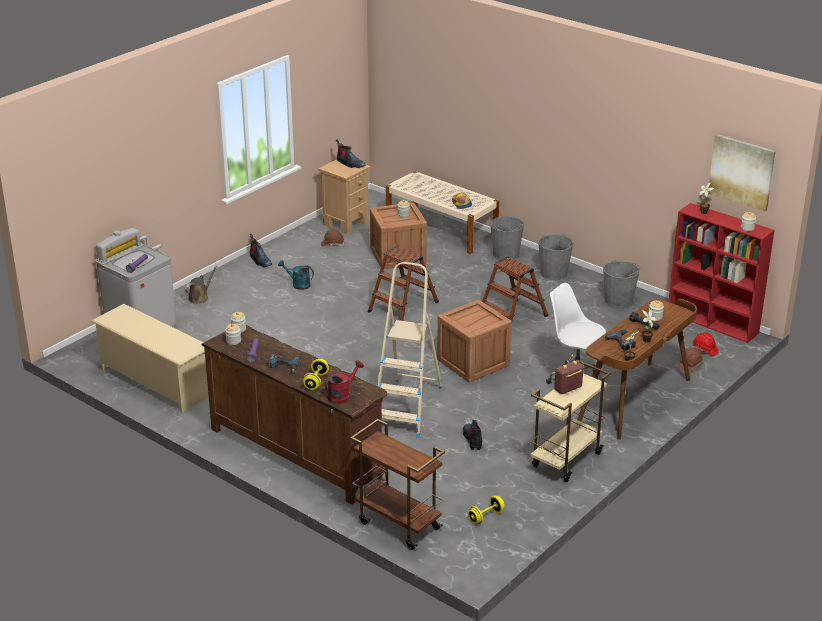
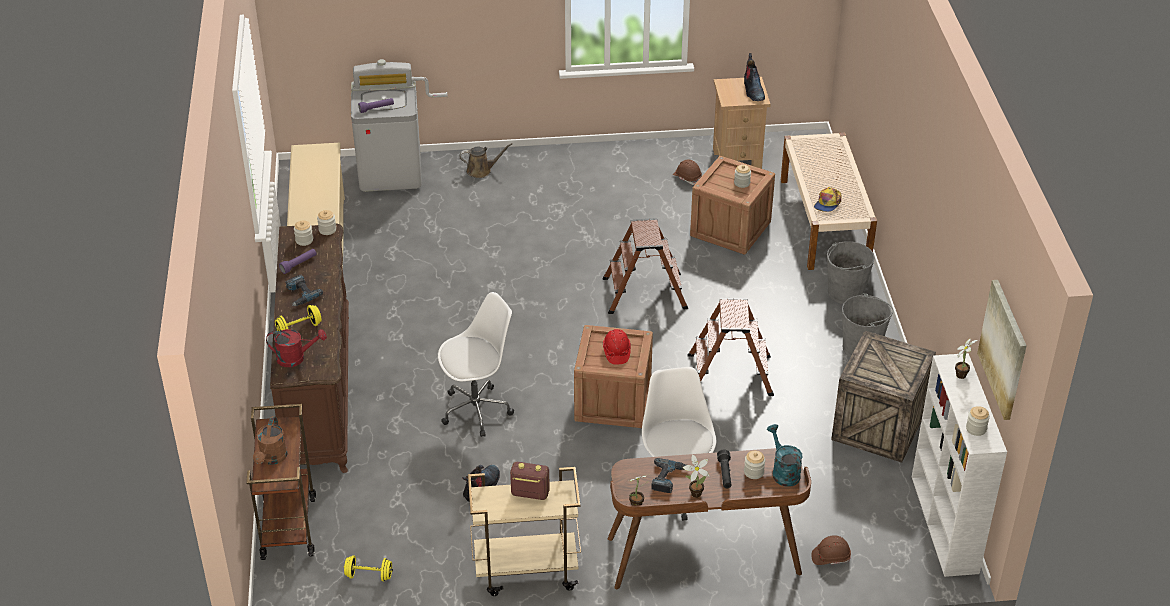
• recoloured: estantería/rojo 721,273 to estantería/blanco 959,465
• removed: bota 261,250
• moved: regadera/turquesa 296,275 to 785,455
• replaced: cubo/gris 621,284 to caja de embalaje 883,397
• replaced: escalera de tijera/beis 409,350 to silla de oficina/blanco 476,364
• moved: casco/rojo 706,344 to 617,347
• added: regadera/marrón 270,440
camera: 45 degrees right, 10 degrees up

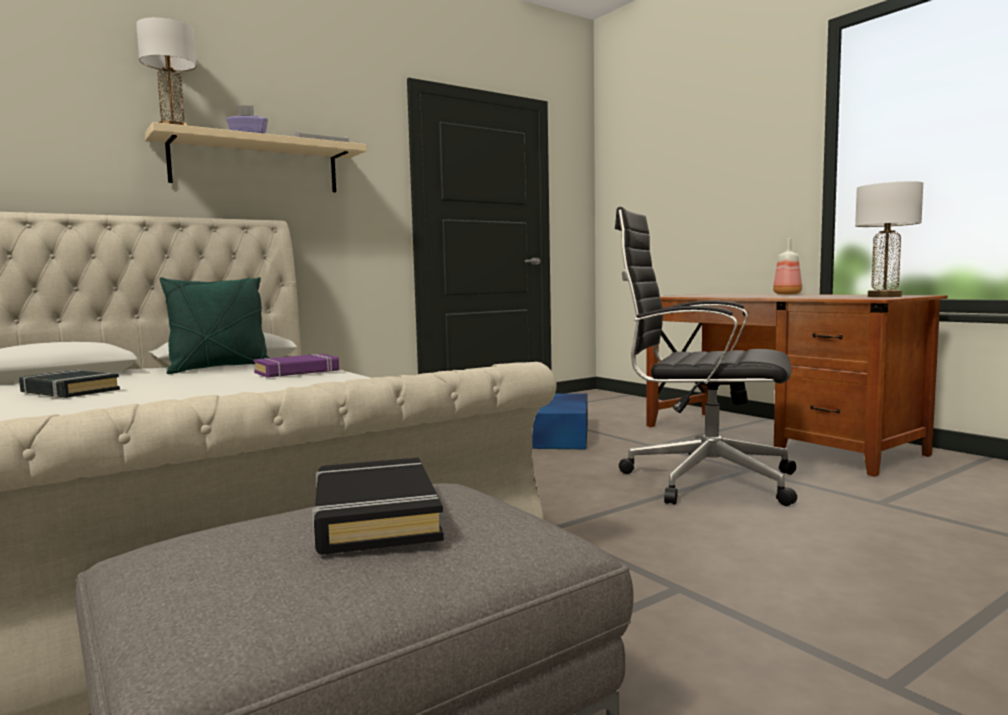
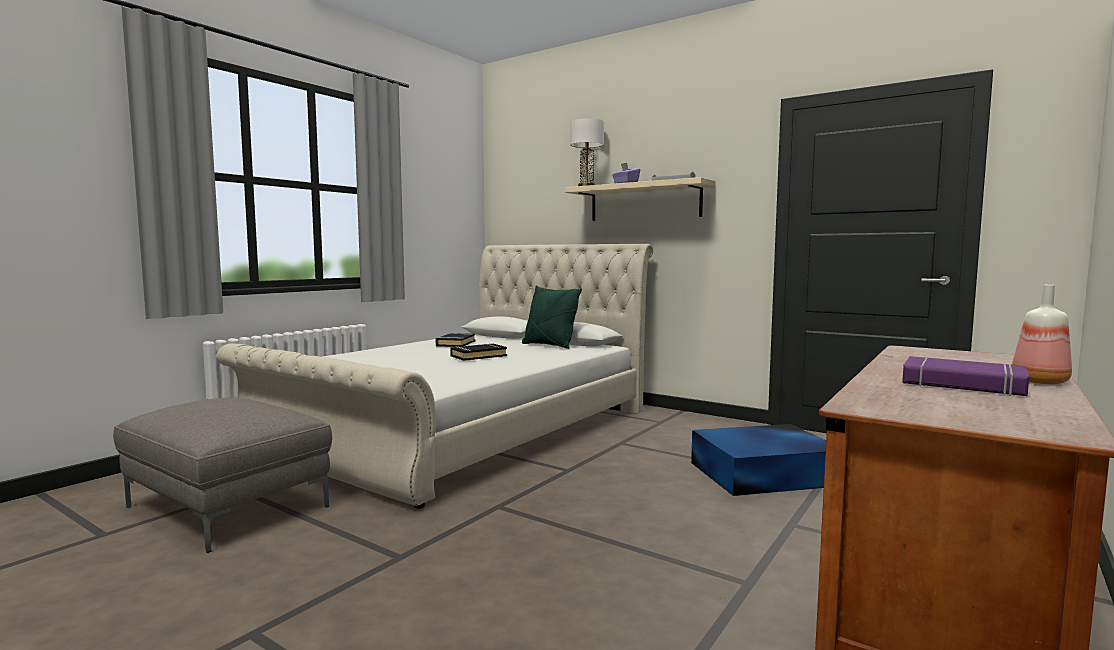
• removed: lámpara de mesa 889,239
• removed: silla de oficina/negro 706,356
• moved: libro/morado 296,366 to 965,376
• moved: libro/negro 378,506 to 478,352
camera: 70 degrees right, 0 degrees up

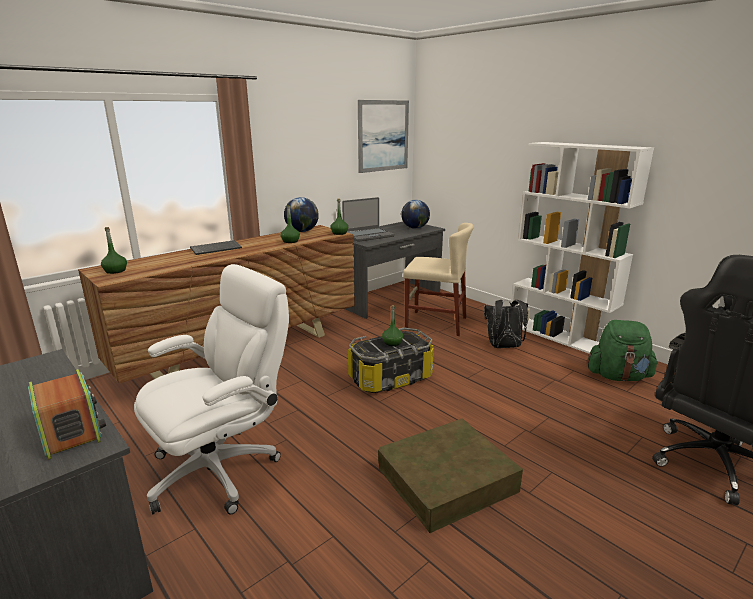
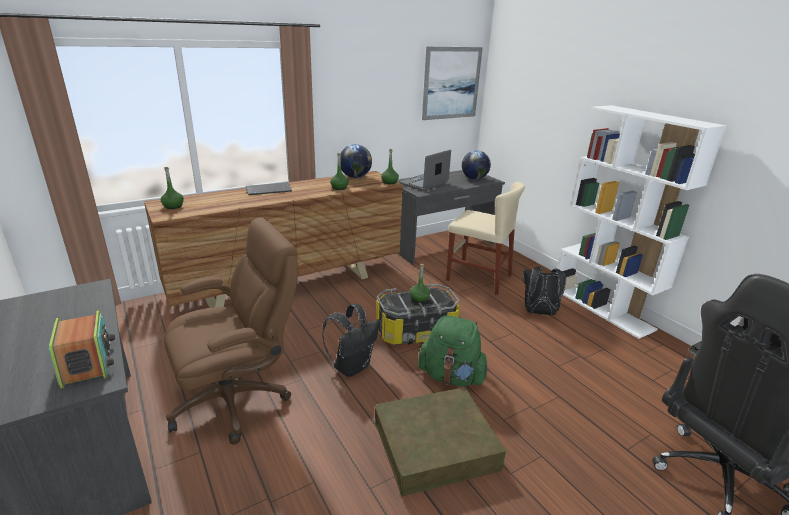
• turned: portátil 368,219 = 425,170 150 degrees clockwise
• recoloured: silla de oficina/blanco 211,389 to silla de oficina/marrón 231,331
• moved: mochila/verde 622,350 to 453,350
• added: mochila/negro 351,340
camera: 10 degrees right, 5 degrees up

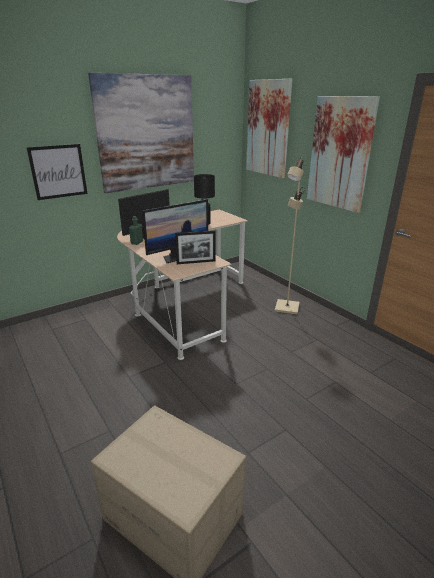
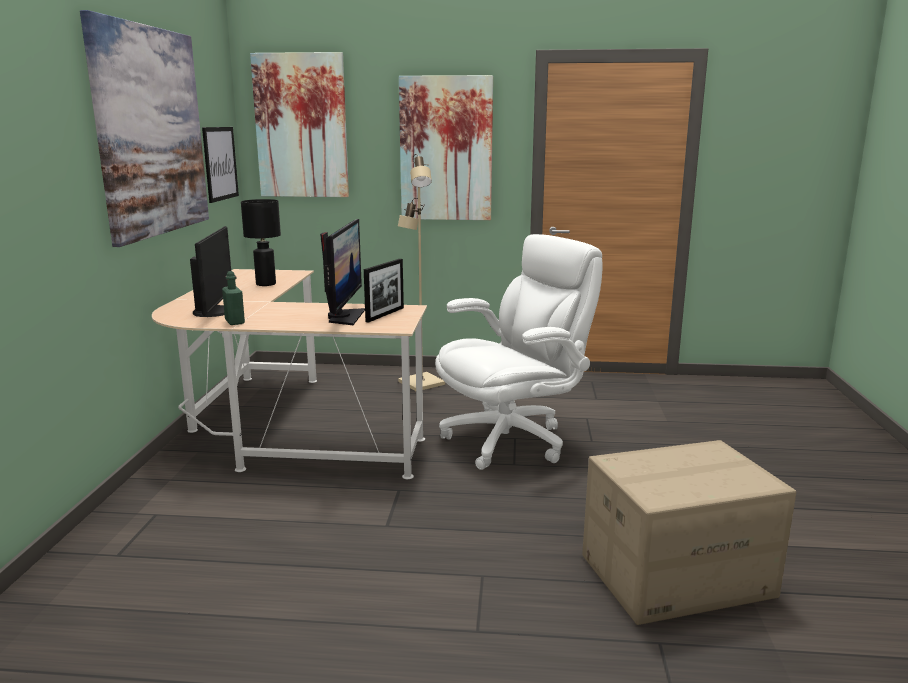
• moved: cuadro 56,172 to 220,165
• added: silla de oficina/blanco 518,352
camera: 50 degrees left, 10 degrees down

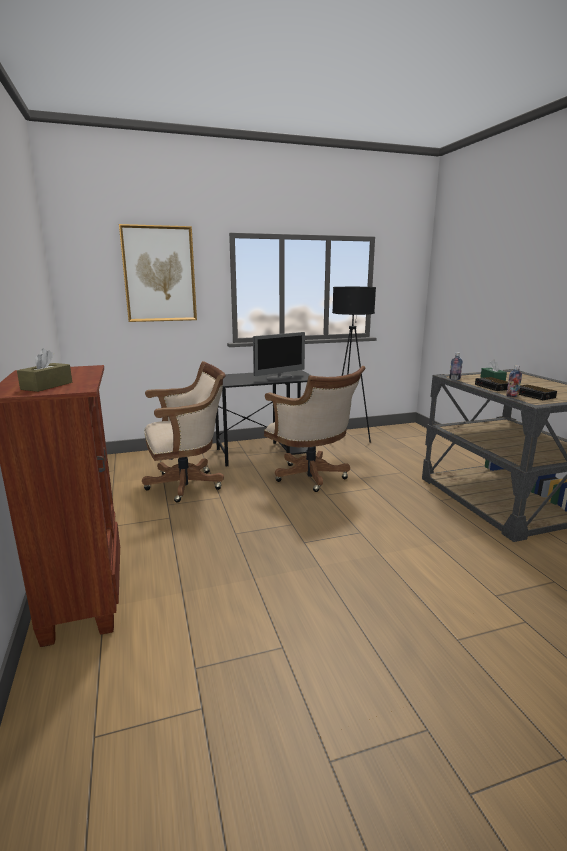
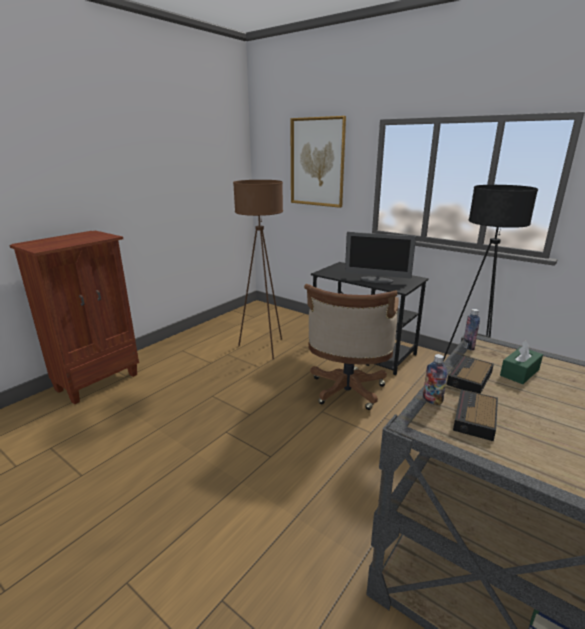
• removed: caja de pañuelos/marrón 44,370
• replaced: silla de oficina 184,431 to lámpara de pie/marrón 258,269
camera: 55 degrees right, 5 degrees up

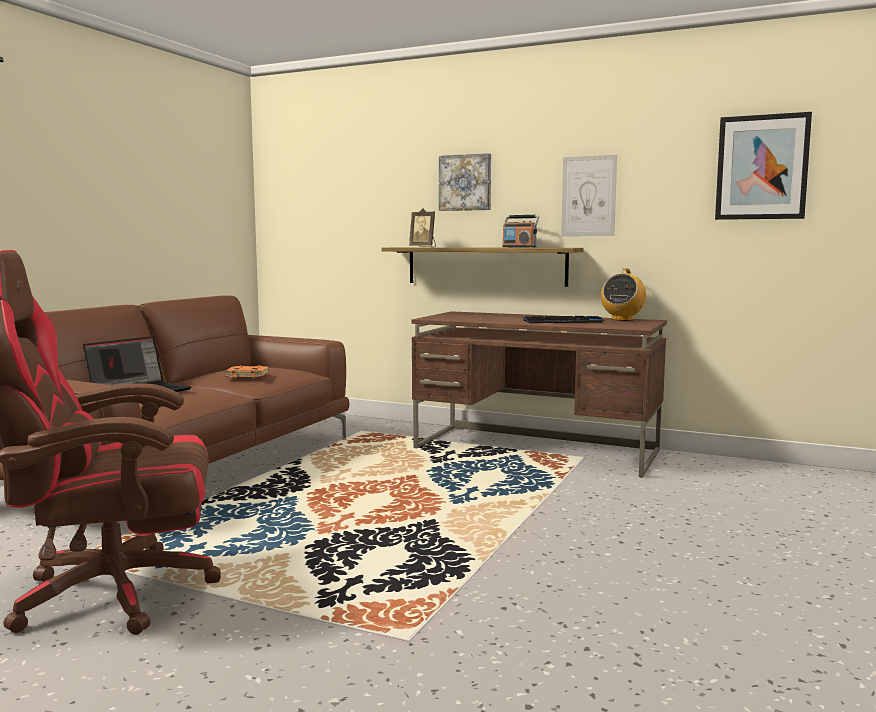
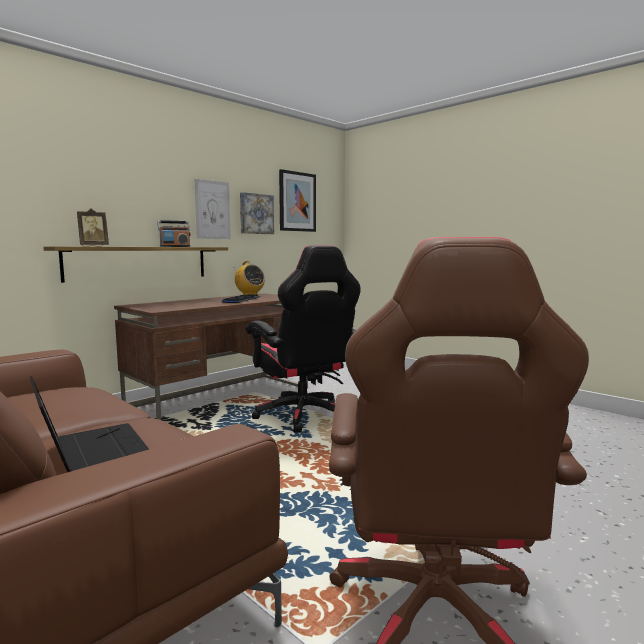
• moved: cuadro 465,182 to 257,213
• removed: libro/naranja 246,371
• added: silla de oficina/negro 303,339
camera: 70 degrees left, 0 degrees up

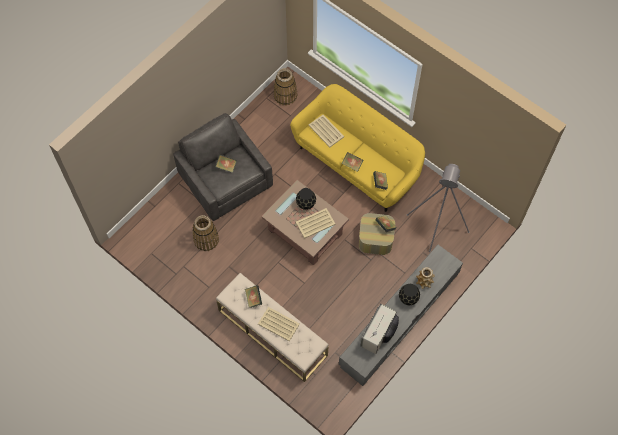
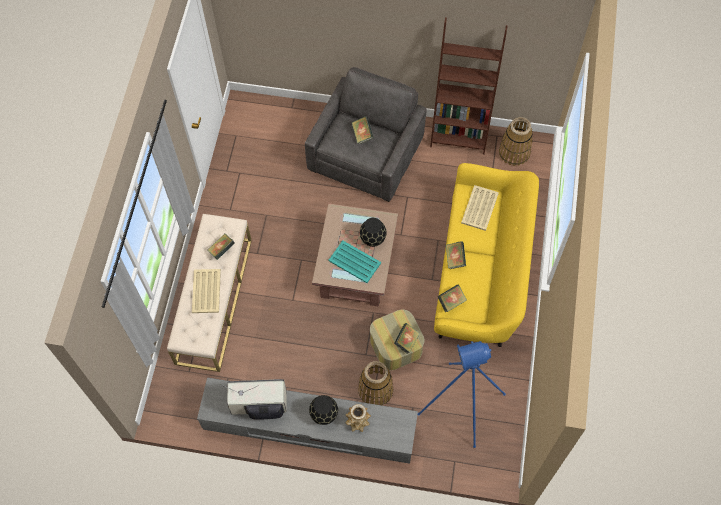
• recoloured: lámpara de pie/gris 438,208 to lámpara de pie/azul 462,394
• recoloured: bandeja/beis 315,223 to bandeja/turquesa 354,261
• moved: cesta 205,233 to 376,383
• added: estantería/marrón 469,86
camera: 60 degrees right, 0 degrees up

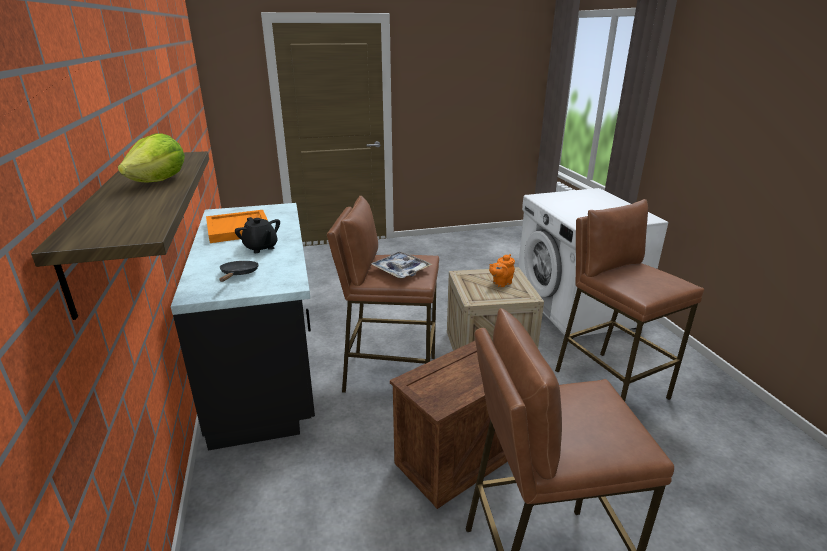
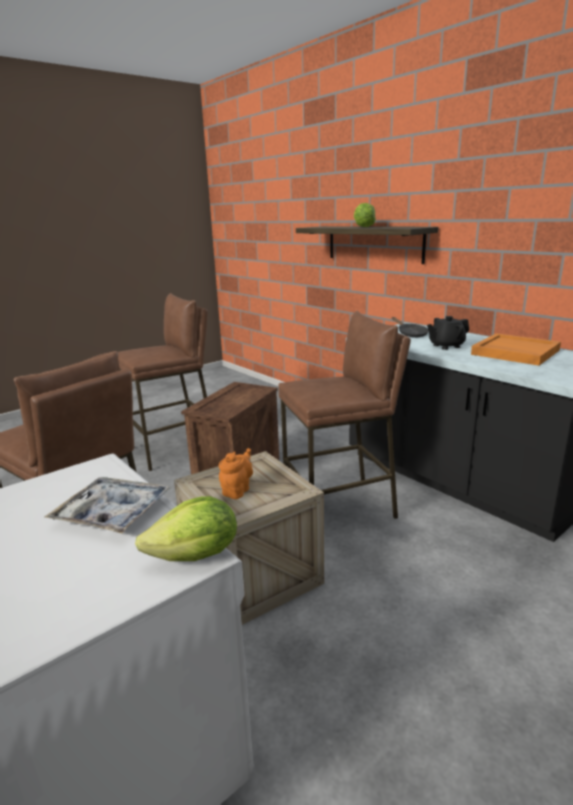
• turned: tetera/negro 257,235 = 448,333 45 degrees counterclockwise
• moved: bandeja 402,265 to 108,505
• added: lechuga 186,528
camera: 155 degrees right, 5 degrees down

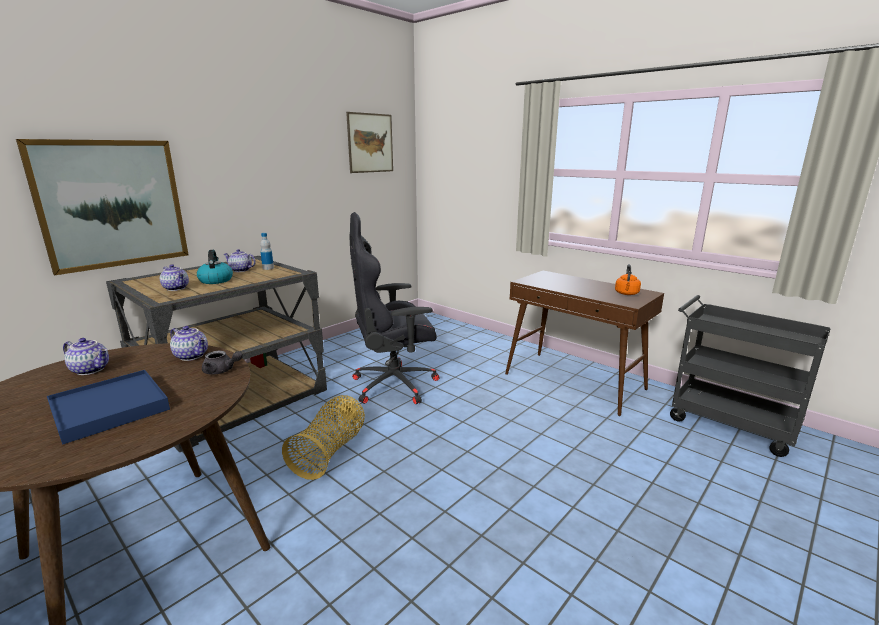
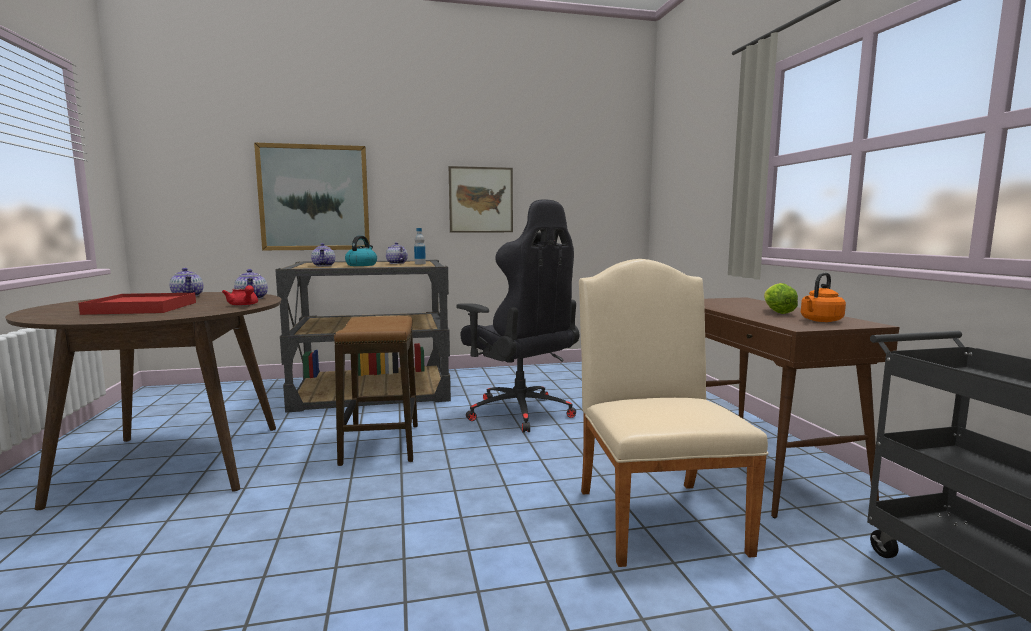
• moved: cuadro 369,142 to 481,199
• turned: silla de oficina/negro 395,308 = 518,316 150 degrees counterclockwise
• recoloured: tetera/gris 222,363 to tetera/rojo 240,295
• recoloured: bandeja/azul 108,407 to bandeja/rojo 137,304
• replaced: cesta 323,437 to taburete 376,391
• added: silla/beis 673,413
• added: lechuga 781,298
camera: 35 degrees right, 10 degrees down

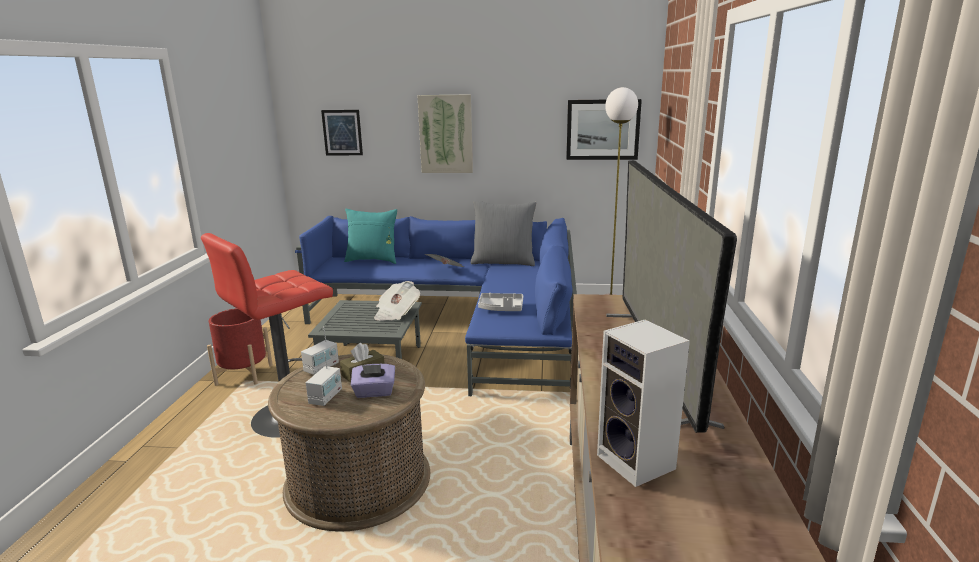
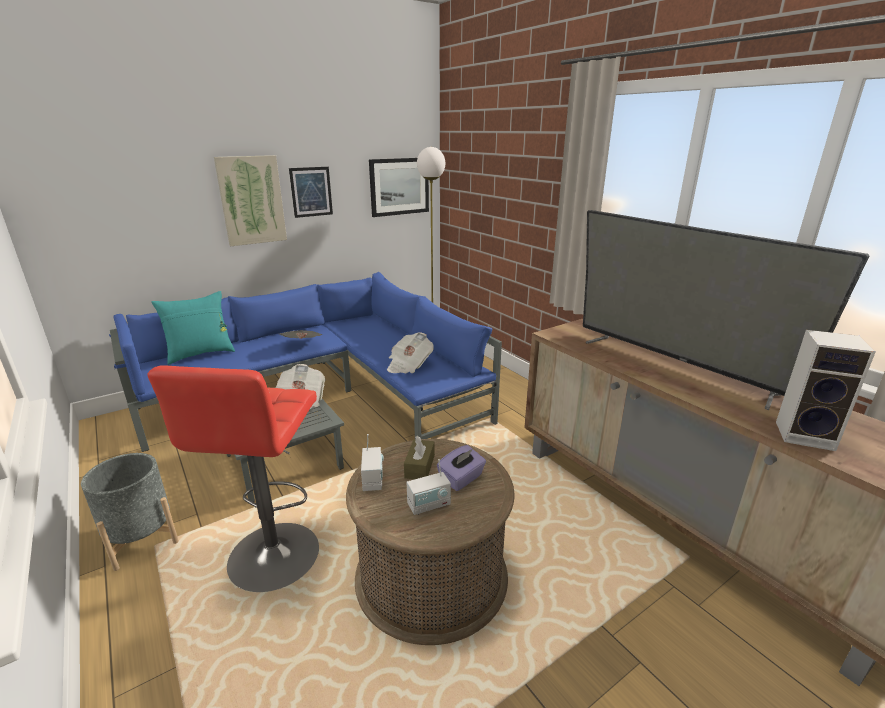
• moved: cuadro 342,132 to 311,192
• removed: cojín/gris 503,233
• replaced: bandeja/gris 500,302 to periódico 410,352
• recoloured: maceta/rojo 240,347 to maceta/gris 130,512
• turned: radio 324,379 = 429,487 90 degrees clockwise
camera: 40 degrees left, 5 degrees up

